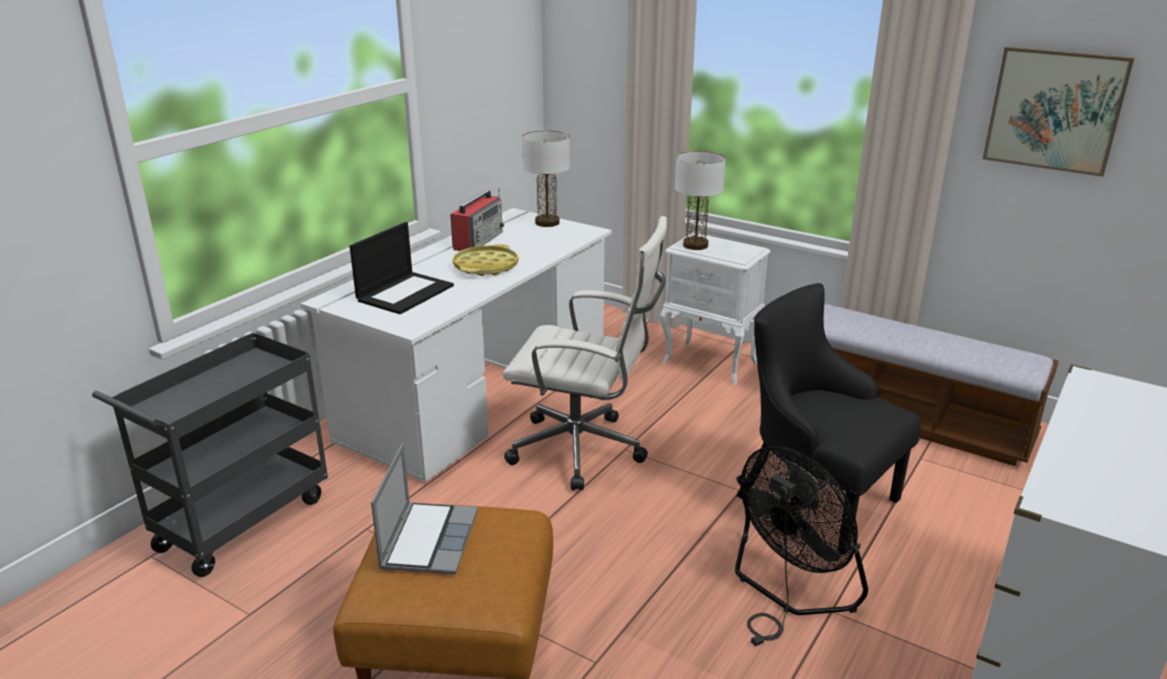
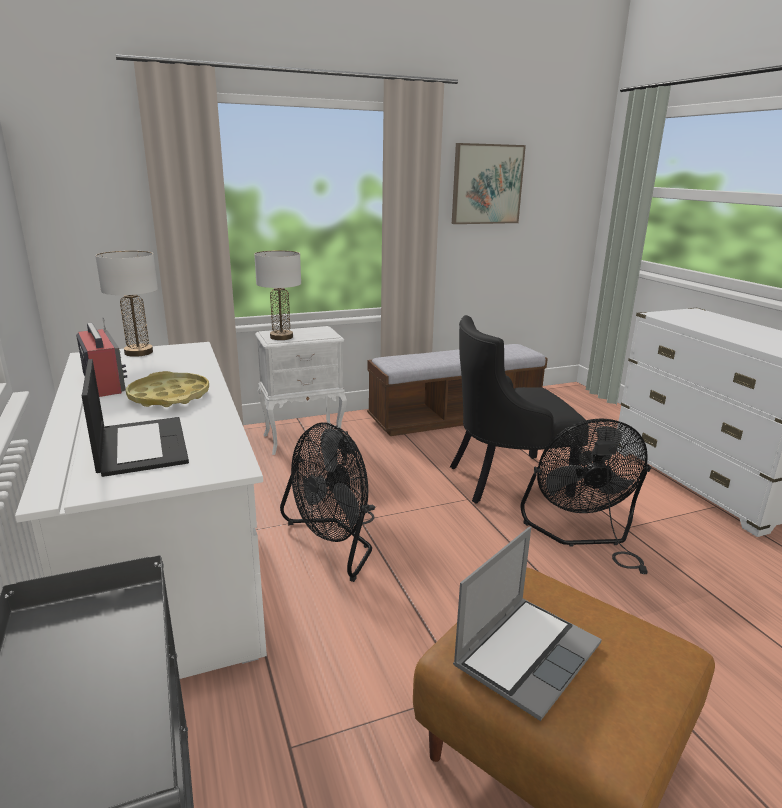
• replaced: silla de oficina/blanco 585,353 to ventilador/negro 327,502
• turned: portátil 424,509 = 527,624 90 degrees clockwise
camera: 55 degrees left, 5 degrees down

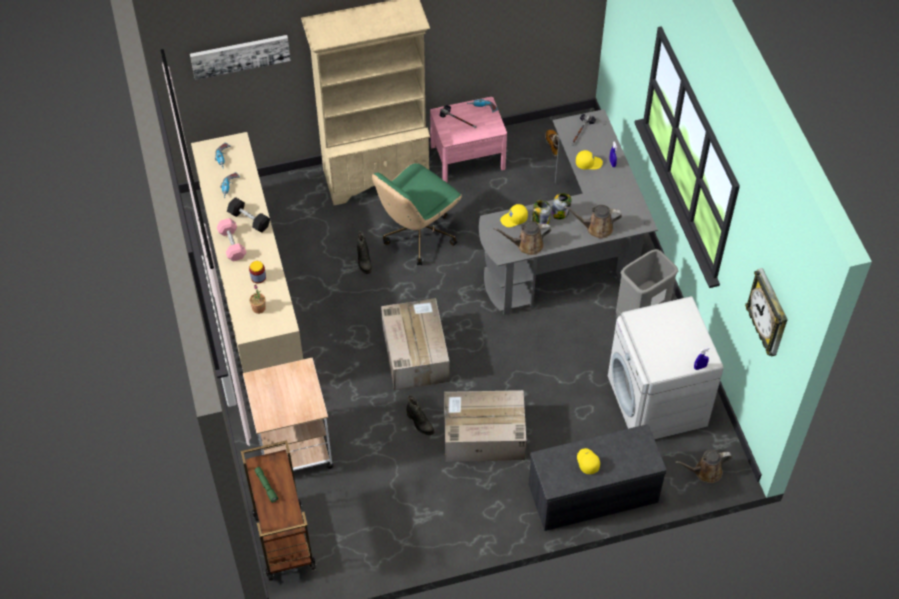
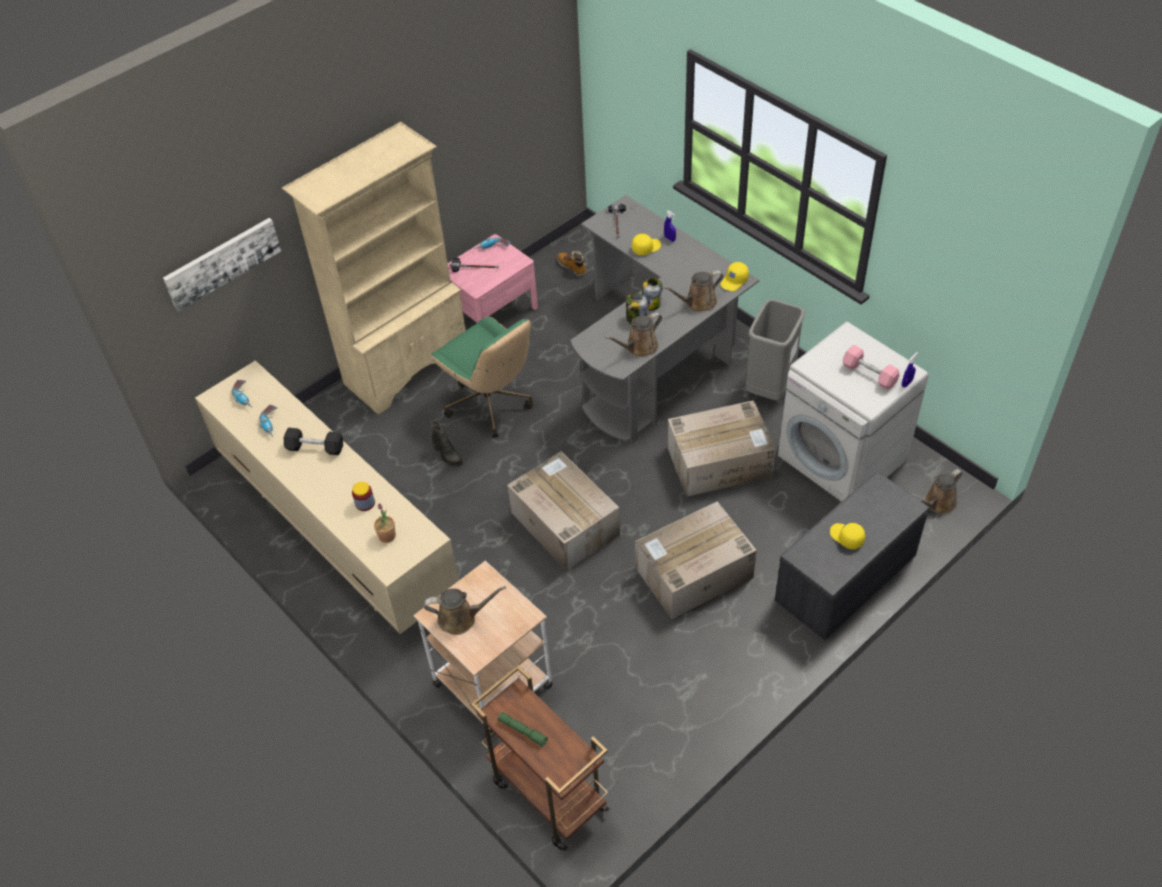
• turned: silla de oficina/verde 417,214 = 482,377 60 degrees counterclockwise
• moved: gorra/amarillo 514,215 to 735,276
• moved: mancuerna/rosa 231,240 to 871,367
• removed: reloj de pared 766,312
• removed: bota/negro 420,415
• added: caja de cartón 721,448
• added: regadera/marrón 465,610
camera: 25 degrees left, 5 degrees down

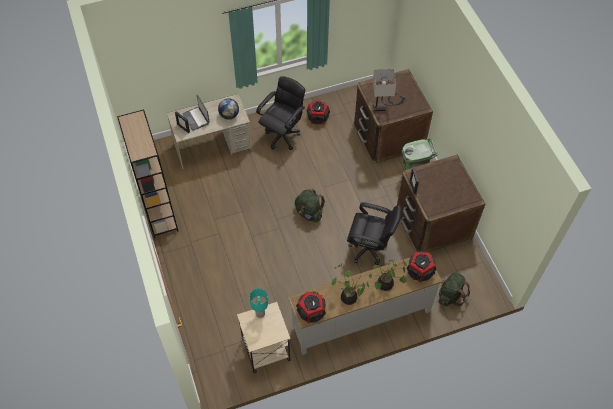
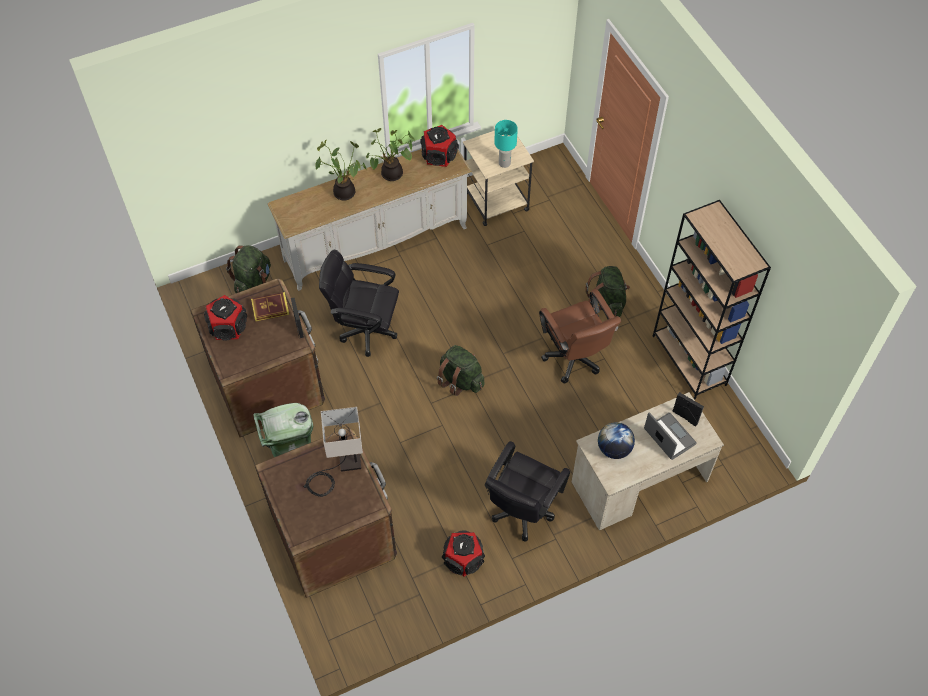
• moved: altavoz 421,266 to 225,318
• added: mochila/verde 607,291
• added: silla de oficina/marrón 580,336
• added: libro 270,307
camera: 175 degrees right, 0 degrees up

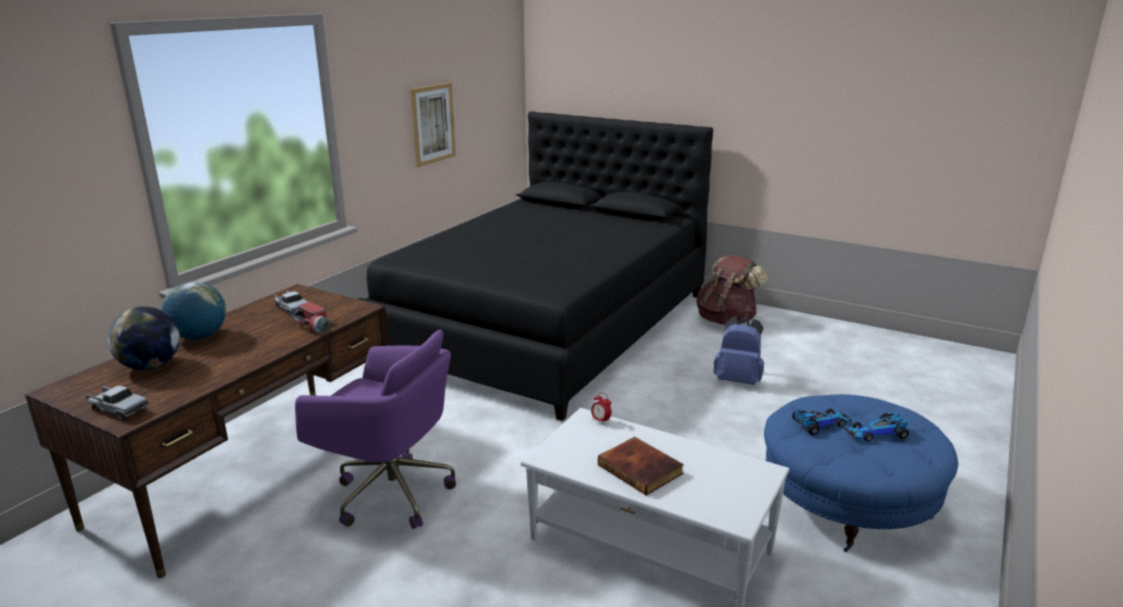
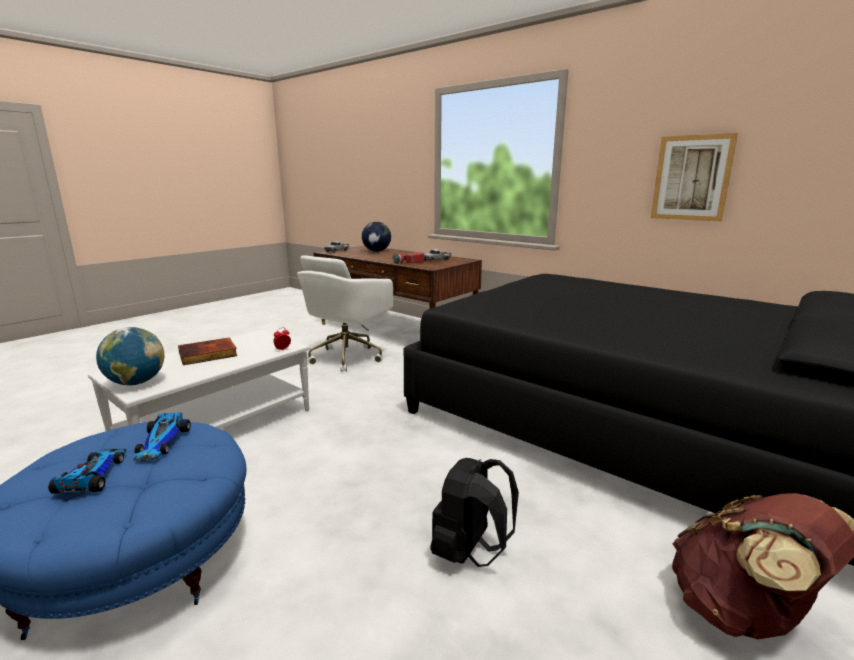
• moved: globo terráqueo 194,311 to 130,356
• recoloured: mochila/azul 738,350 to mochila/negro 474,512
• recoloured: silla de oficina/morado 375,429 to silla de oficina/blanco 345,313
camera: 100 degrees right, 5 degrees down

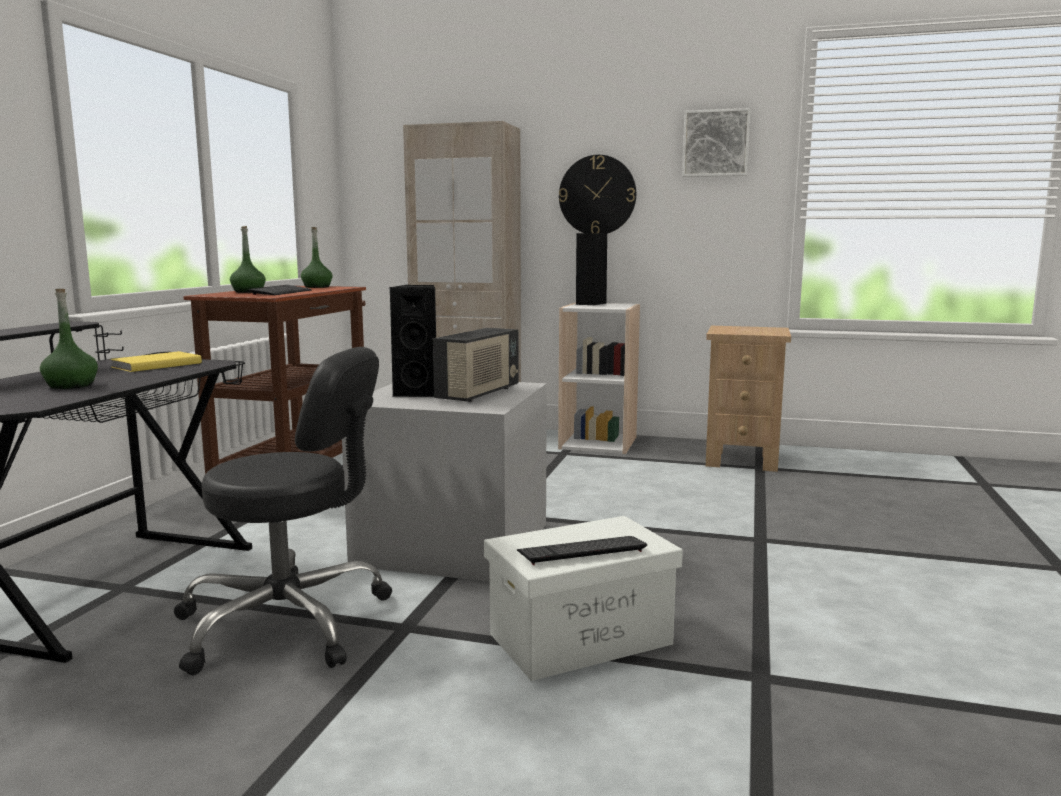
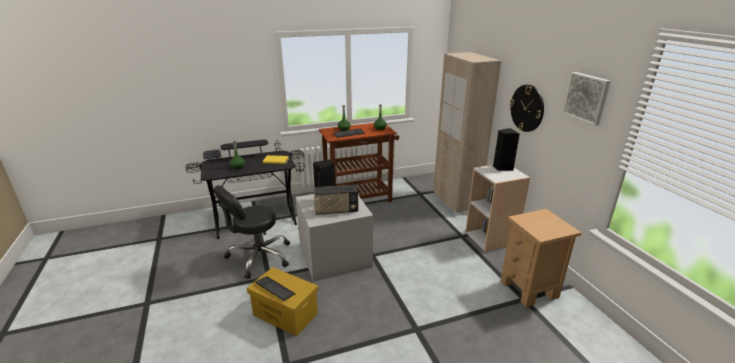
• turned: silla de oficina/negro 283,511 = 251,232 75 degrees clockwise
• recoloured: caja de almacenaje/blanco 583,598 to caja de almacenaje/amarillo 282,301
camera: 55 degrees right, 15 degrees up

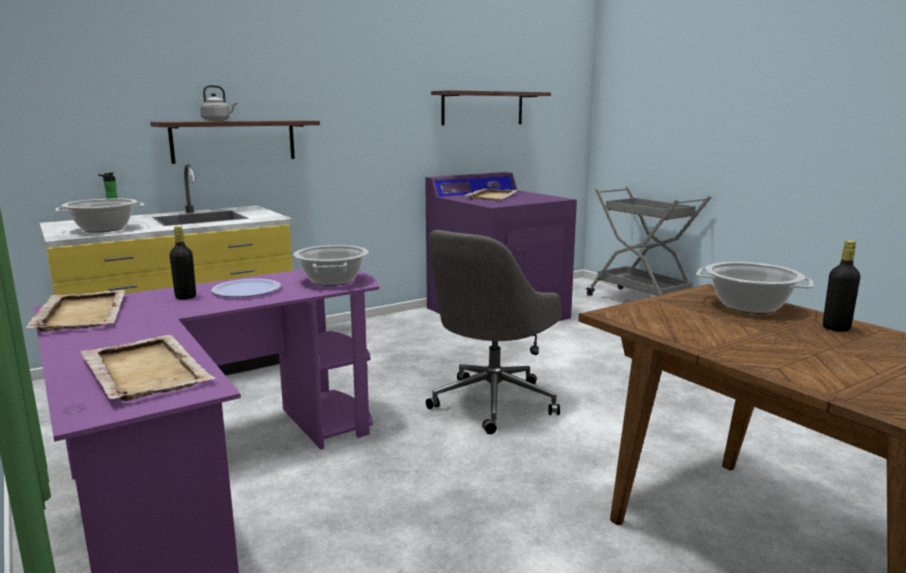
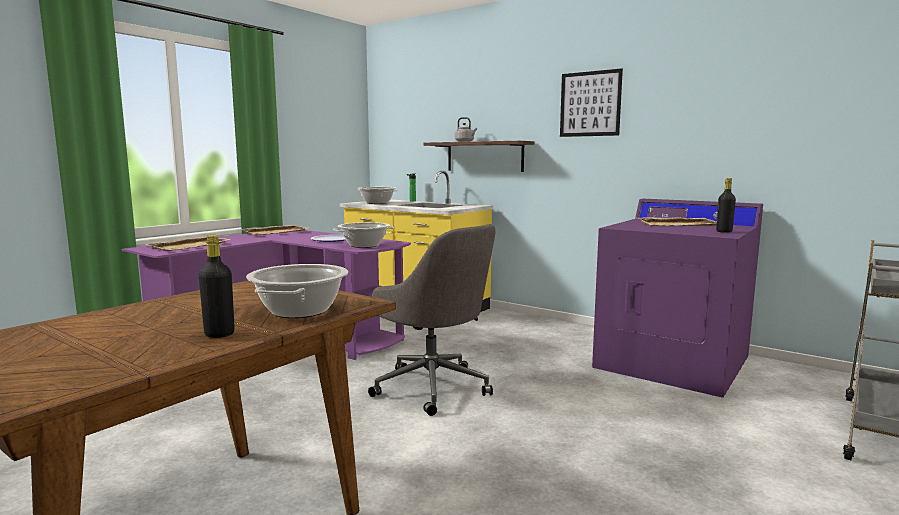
• removed: estante 491,107
• moved: botella/negro 182,263 to 726,205
• turned: silla de oficina/gris 493,332 = 432,320 150 degrees counterclockwise
• added: cuadro 591,102
camera: 70 degrees right, 5 degrees down

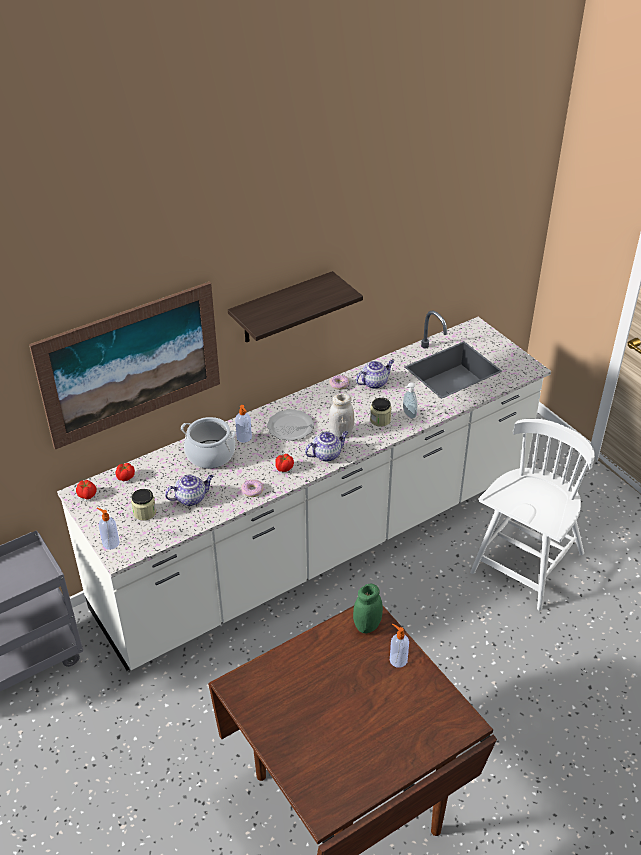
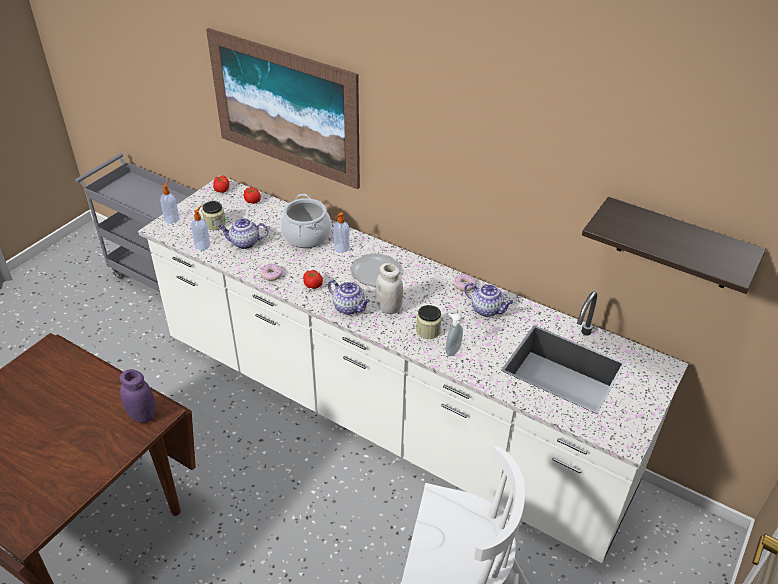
• moved: estante 295,306 to 674,245
• turned: tetera 189,490 = 243,233 135 degrees clockwise
• recoloured: tarro/verde 368,608 to tarro/morado 137,396
• moved: dispensador de jabón 399,646 to 200,228
camera: 65 degrees right, 0 degrees up

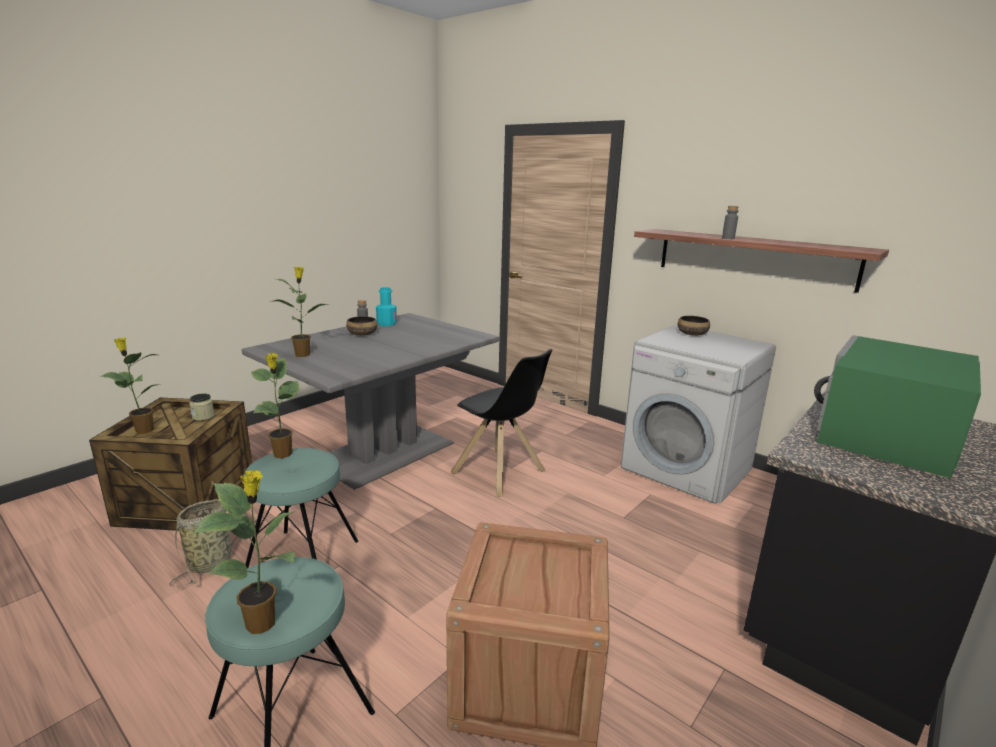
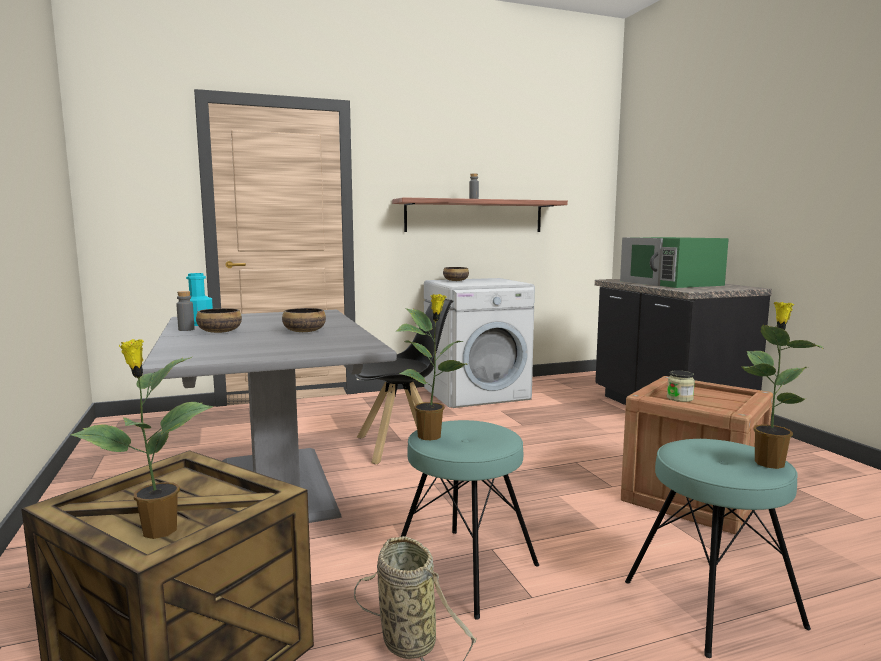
• removed: planta en maceta 298,312
• moved: tarro 201,407 to 681,386
• added: cuenco 304,320
camera: 60 degrees left, 10 degrees down

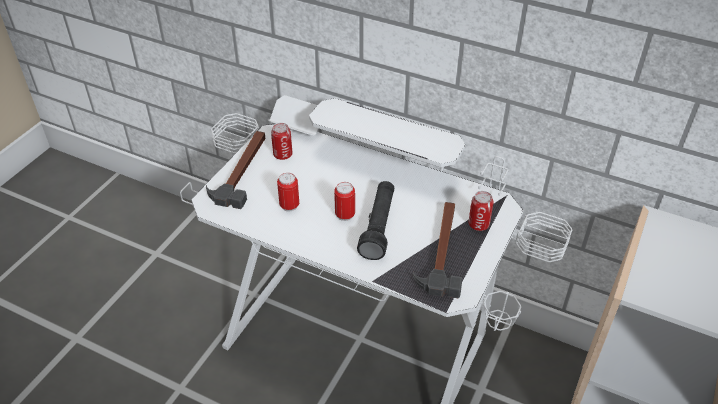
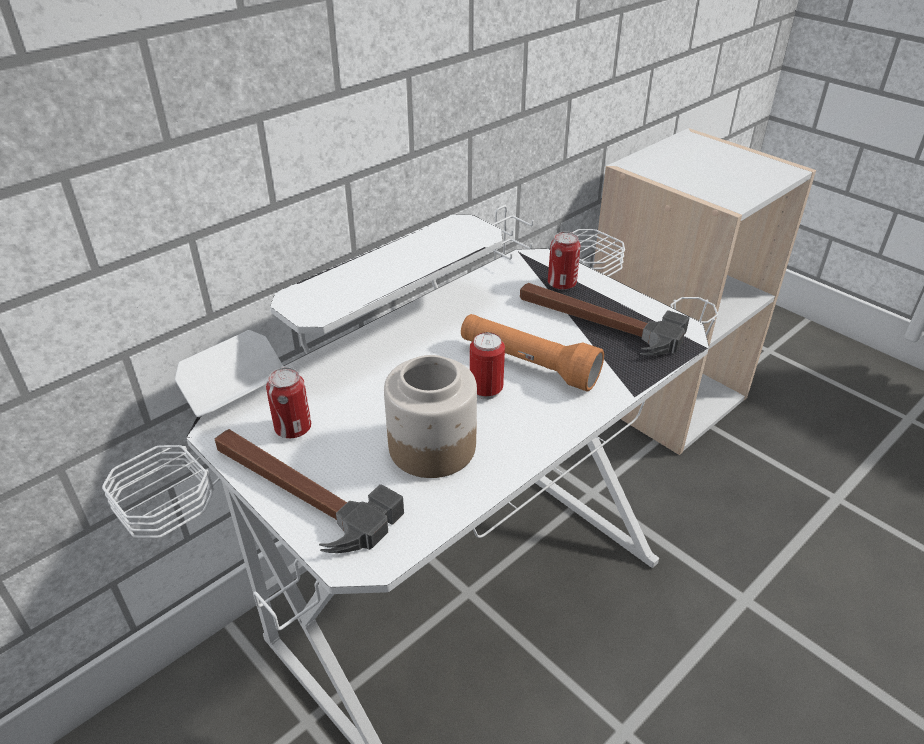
• replaced: lata 288,192 to tarro 430,416
• recoloured: linterna/negro 375,220 to linterna/naranja 532,353
camera: 70 degrees left, 5 degrees down

